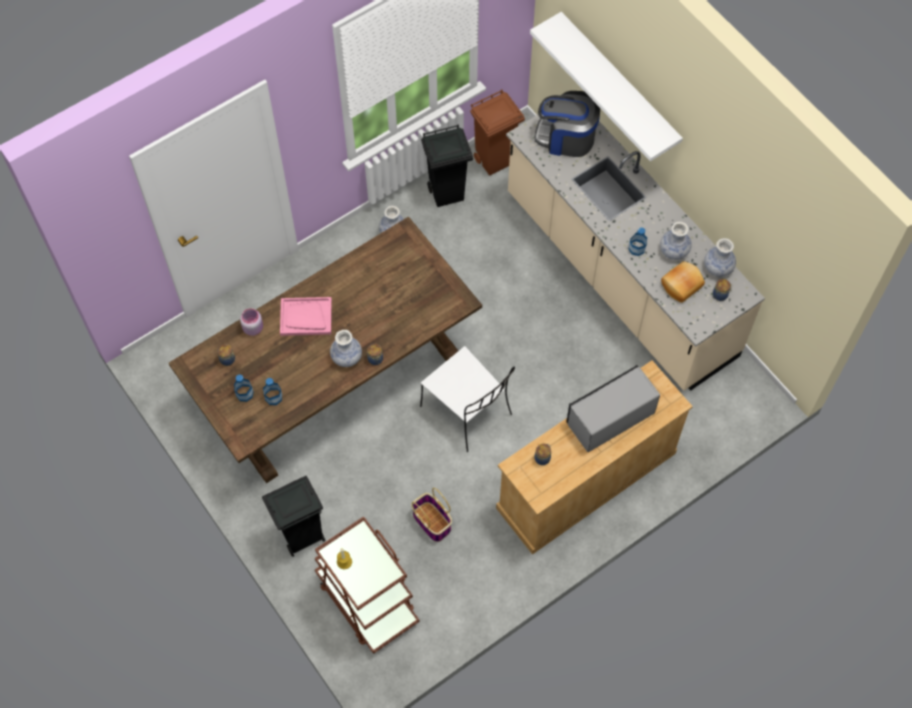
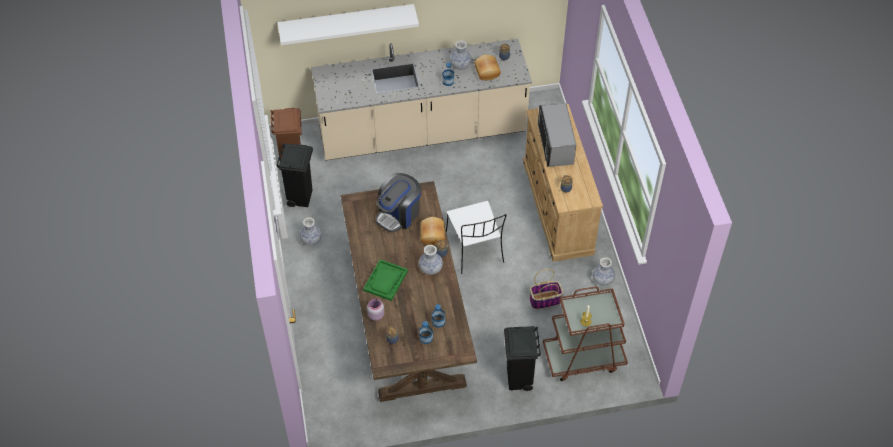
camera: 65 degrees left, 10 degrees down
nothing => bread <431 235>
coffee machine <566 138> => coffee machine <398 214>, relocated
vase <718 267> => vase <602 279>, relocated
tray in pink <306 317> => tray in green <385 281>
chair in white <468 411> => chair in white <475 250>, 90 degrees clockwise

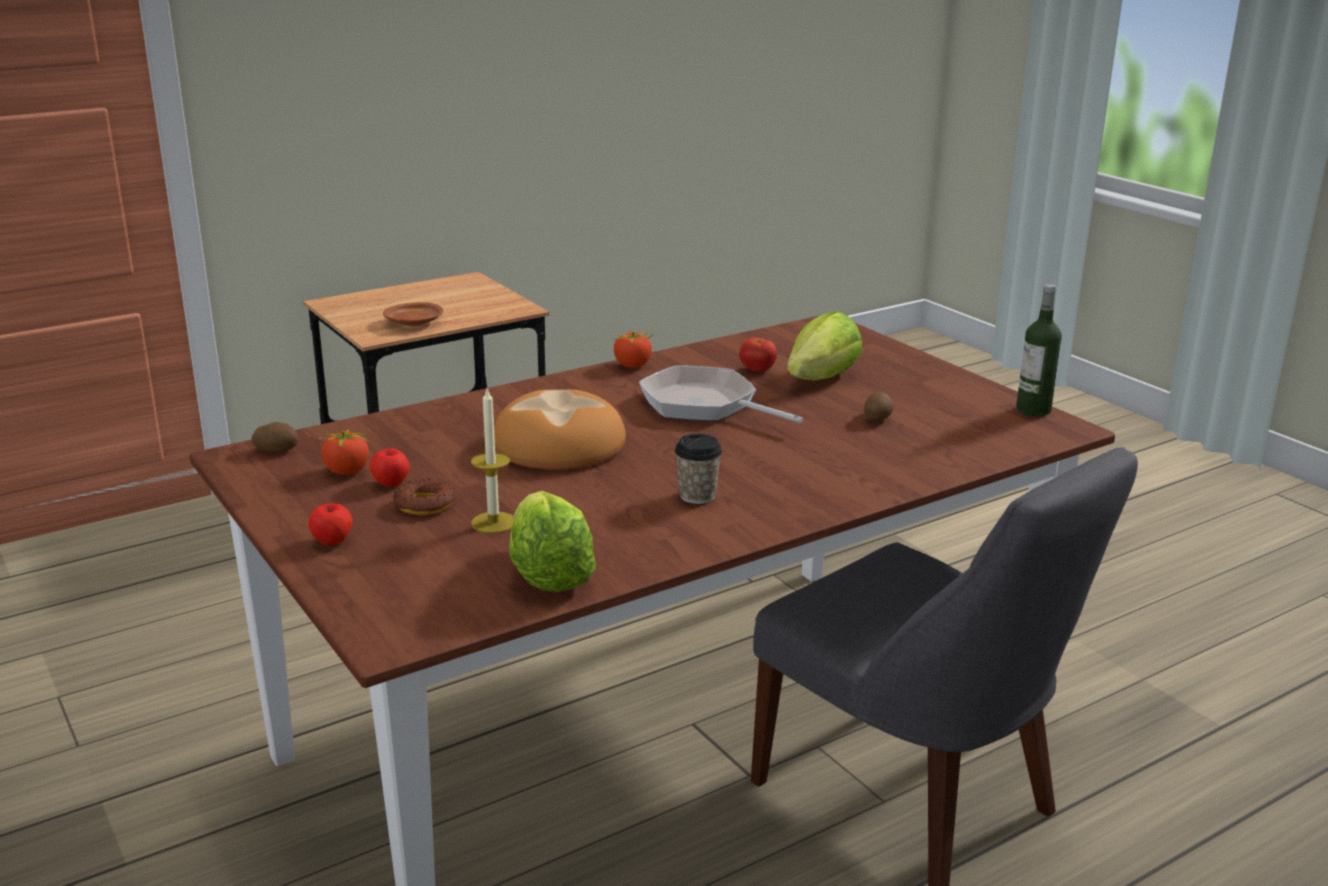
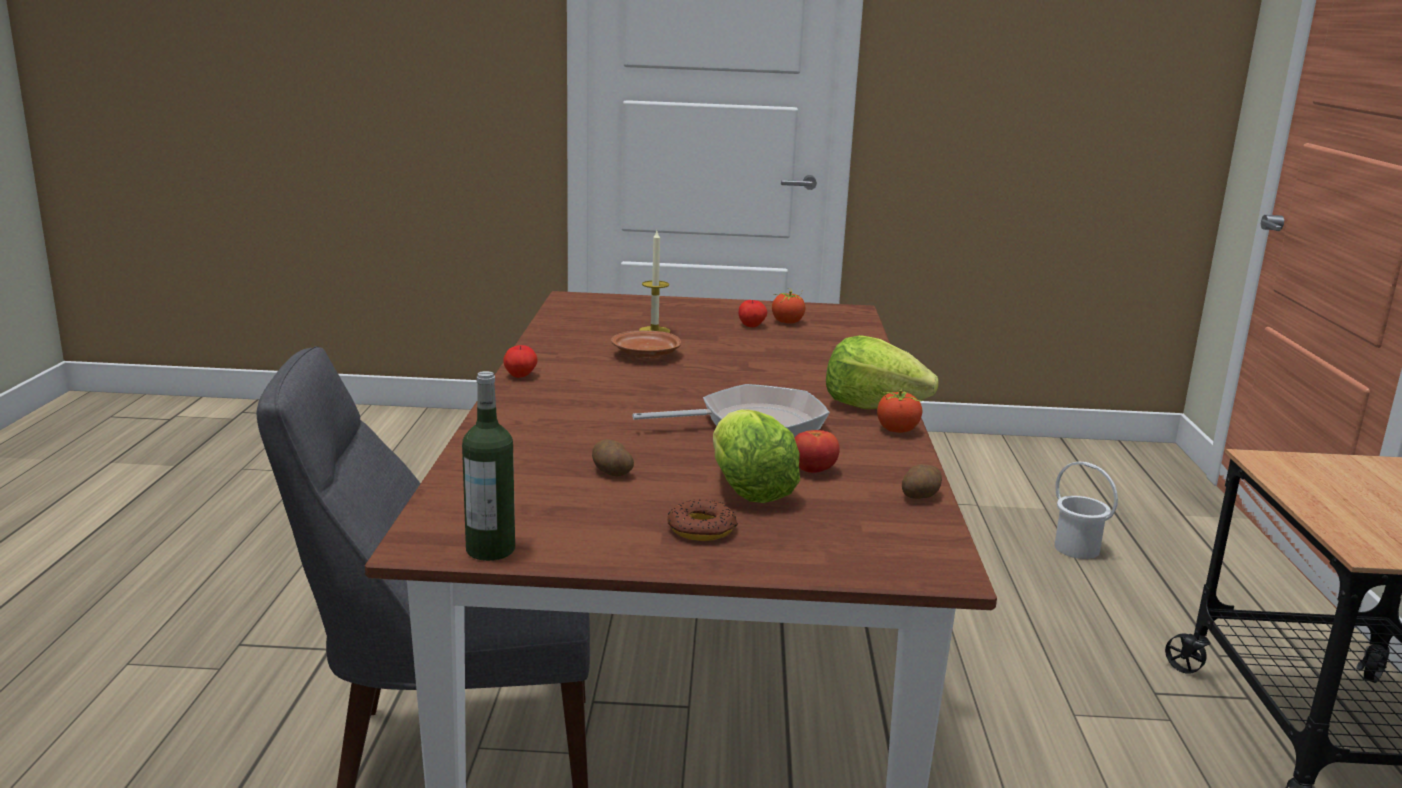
camera: 125 degrees right, 5 degrees down
bread <559 445> => nothing
cup <697 496> => nothing
nothing => bucket in white <1077 548>
potato <277 449> => potato <921 496>, relocated
apple <332 541> => apple <520 376>, relocated
plate in brown <415 323> => plate in brown <645 355>, relocated
donut <424 504> => donut <701 529>, relocated
lettuce <548 574> => lettuce <873 405>, relocated

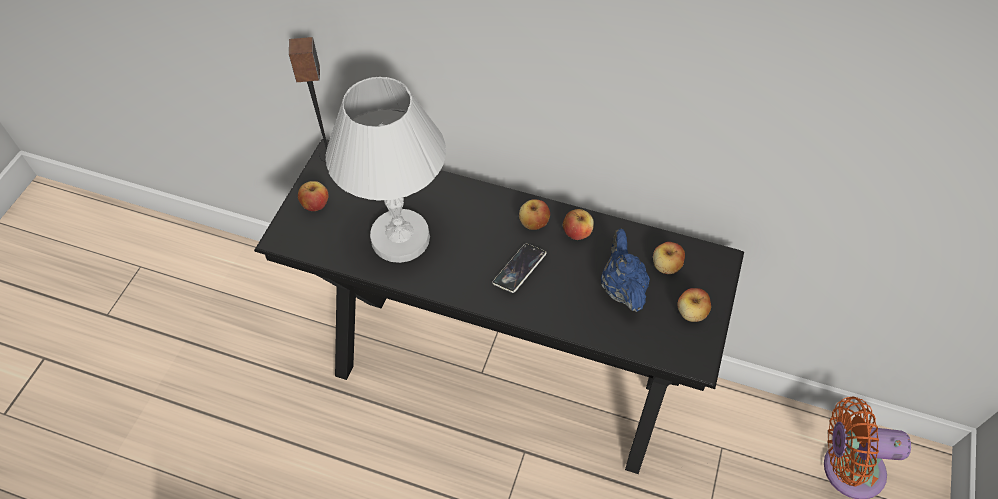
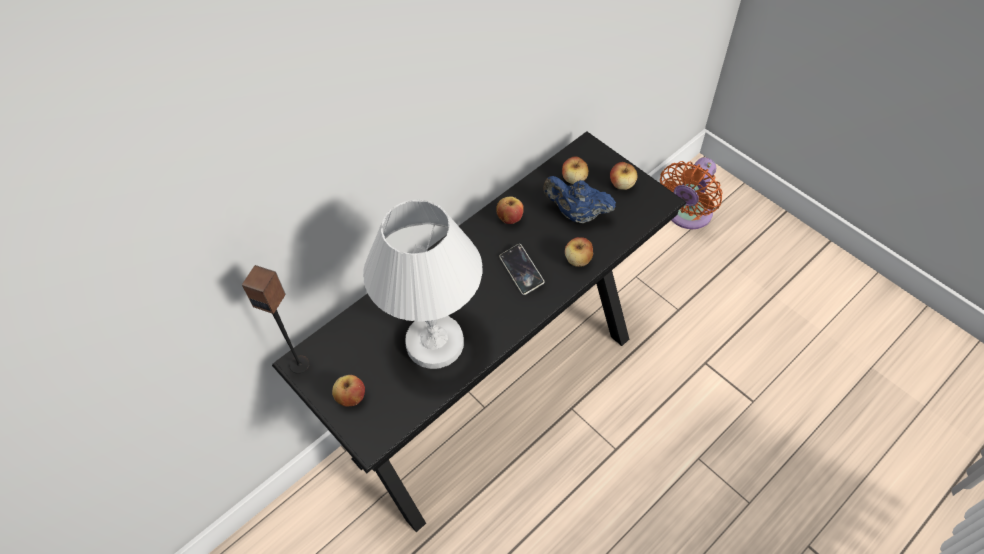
camera: 60 degrees left, 0 degrees up
apple <534 223> => apple <578 260>, relocated

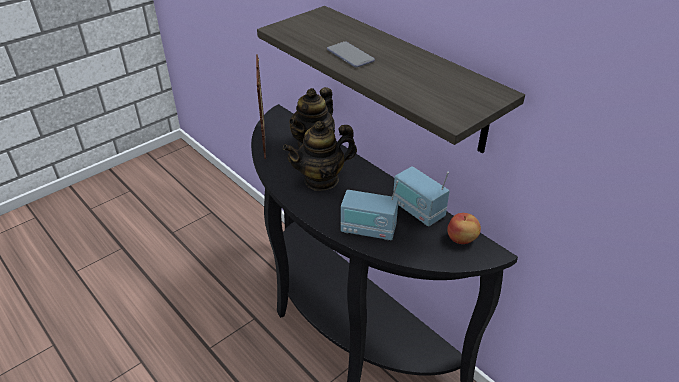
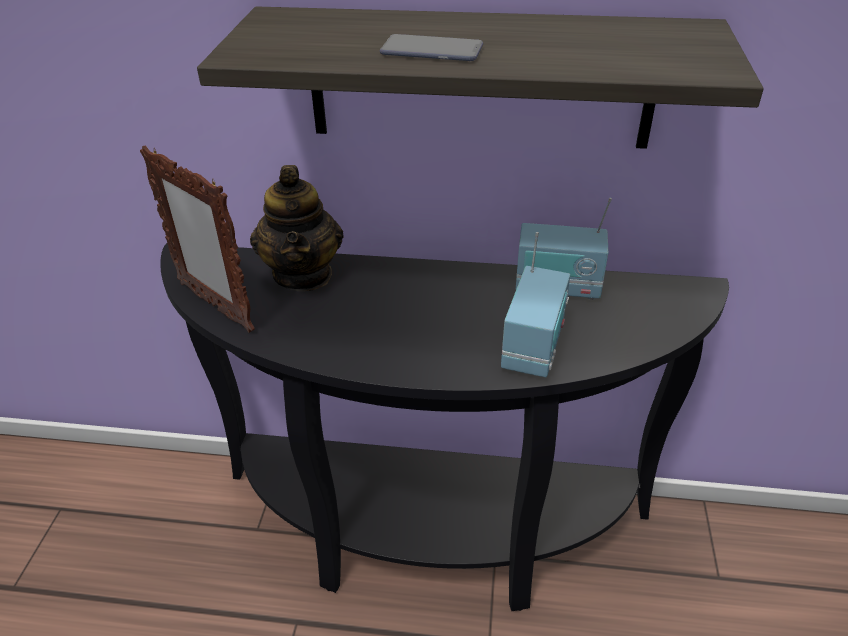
camera: 40 degrees left, 0 degrees up
teapot <321 179> => nothing
apple <462 239> => nothing
radio <368 230> => radio <534 347>, 45 degrees counterclockwise

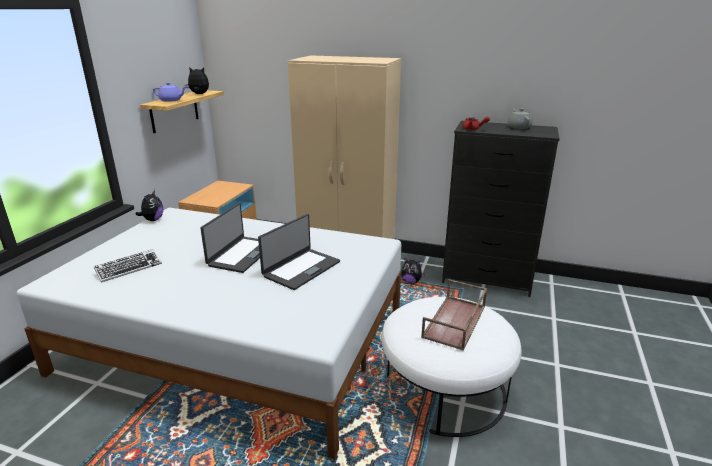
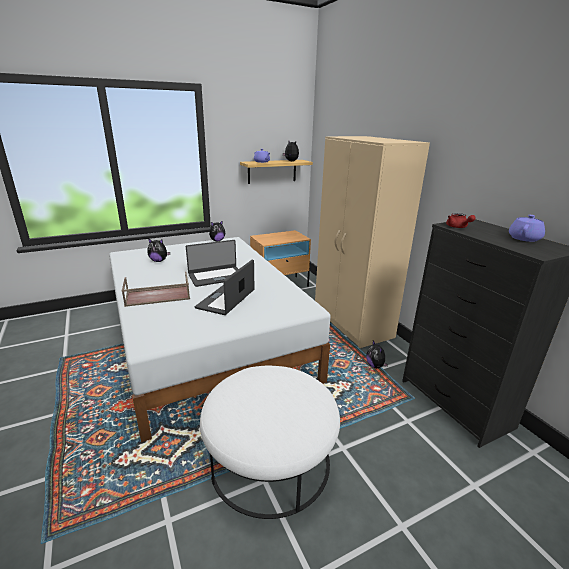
camera: 45 degrees right, 0 degrees up
tray in brown <455 322> => tray in brown <157 296>, relocated
keyboard <129 268> => plush toy <159 261>
teapot in grey <519 127> => teapot in purple <524 238>
laptop <301 269> => laptop <226 299>, 120 degrees clockwise

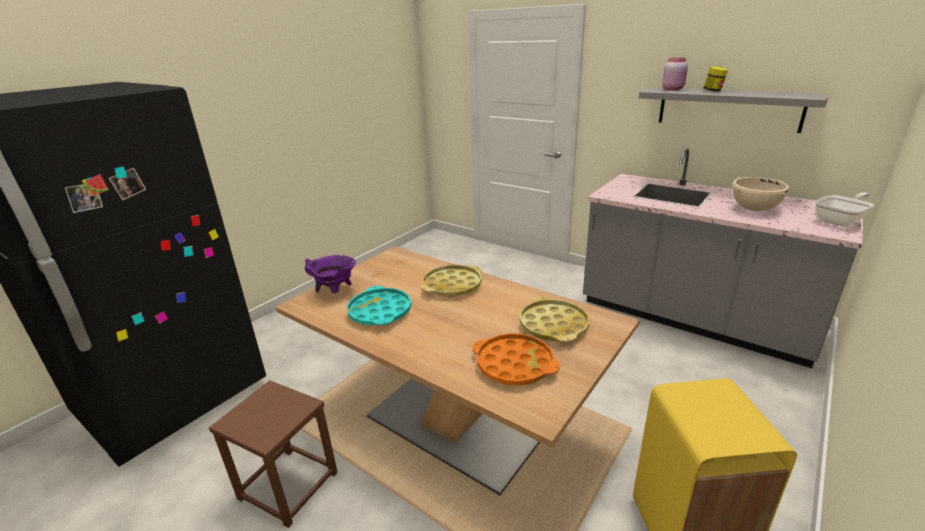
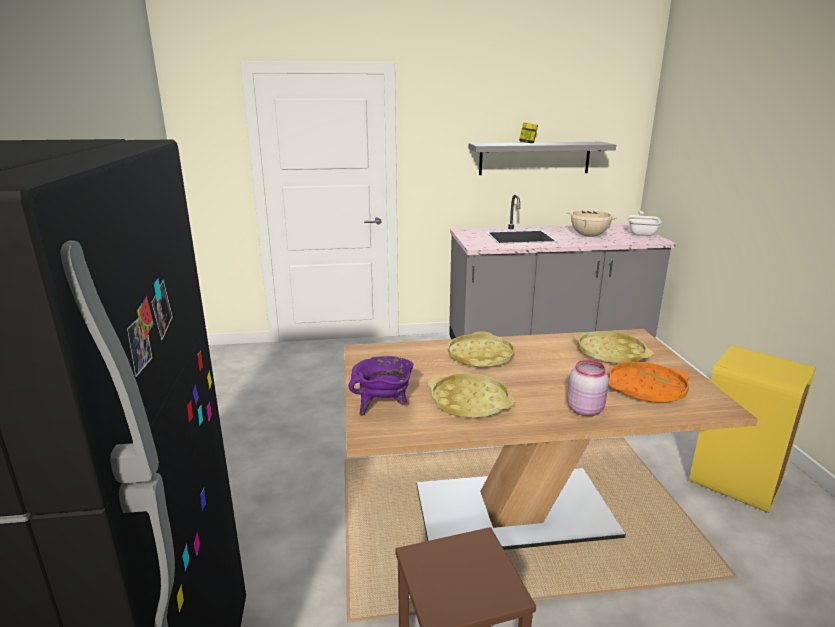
camera: 45 degrees left, 5 degrees down
jar in pink <673 89> => jar in pink <585 409>, relocated
tray in turquoise <380 312> => tray in yellow <469 402>

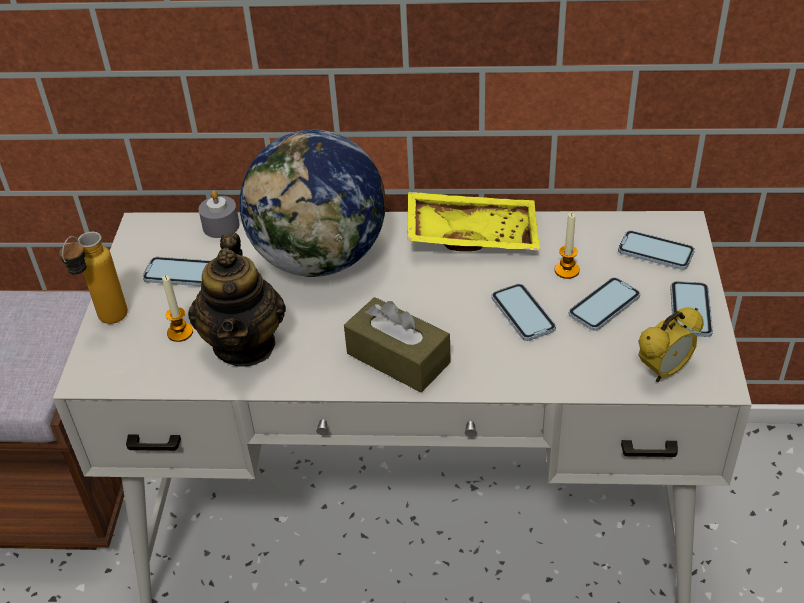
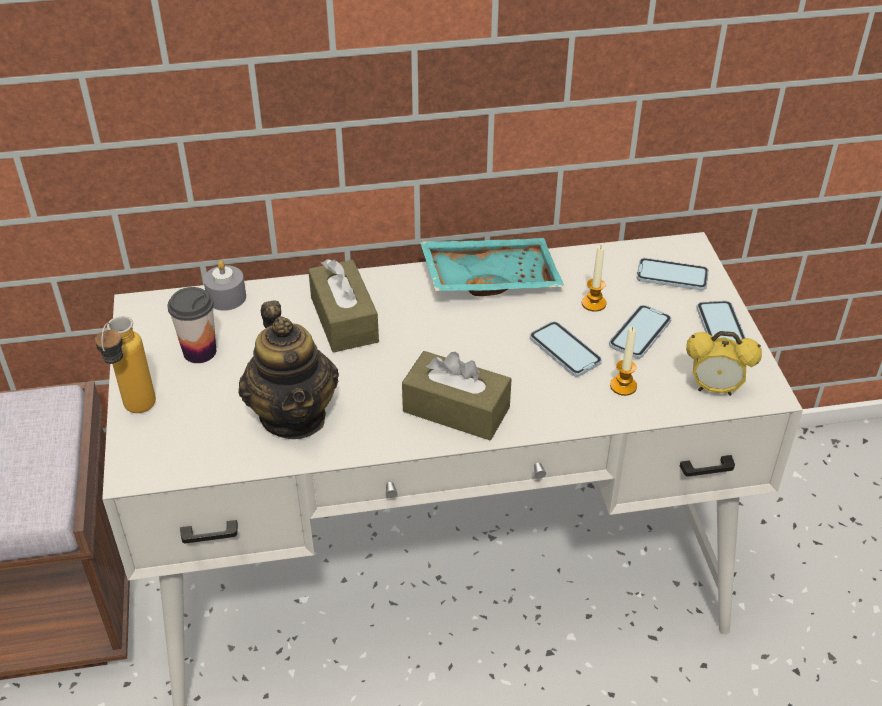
camera: 15 degrees left, 0 degrees up
candle <180 332> => candle <623 386>, relocated
phone <181 274> => cup <199 352>
globe <321 259> => tissue box in brown <344 319>
tray in yellow <472 234> => tray in turquoise <490 277>
alarm clock <664 371> => alarm clock <714 389>, 60 degrees clockwise

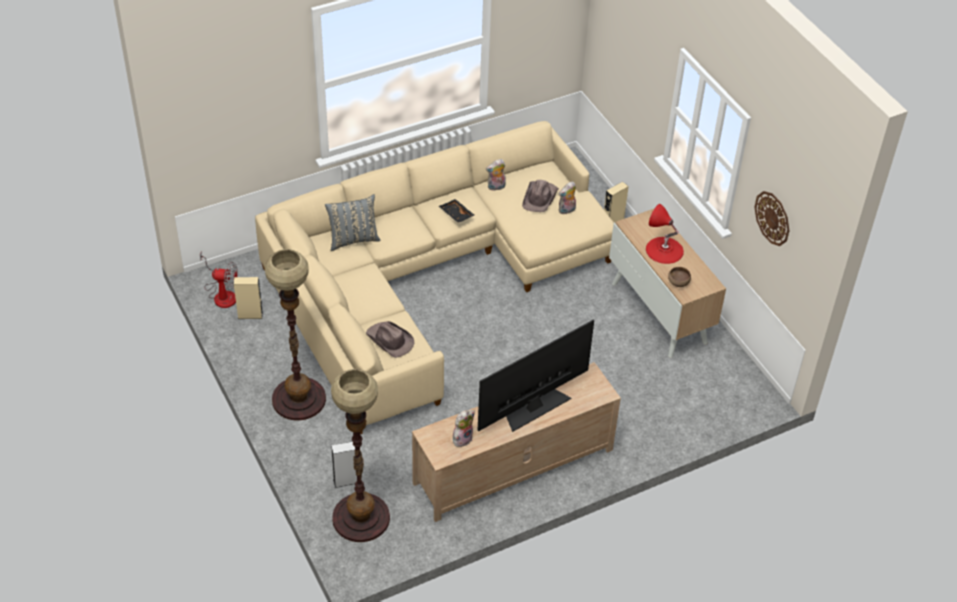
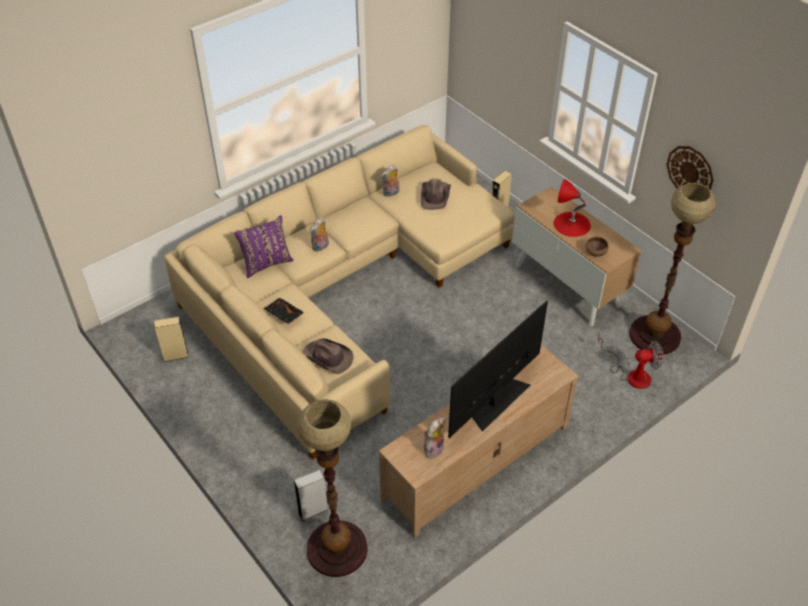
camera: 10 degrees left, 0 degrees up
fan <222 294> => fan <631 374>, relocated
floor lamp <299 399> => floor lamp <655 335>, relocated
tray in black <456 215> => tray in black <283 314>, relocated
plush toy <567 210> => plush toy <320 247>, relocated
pillow in grey <353 239> => pillow in purple <266 263>

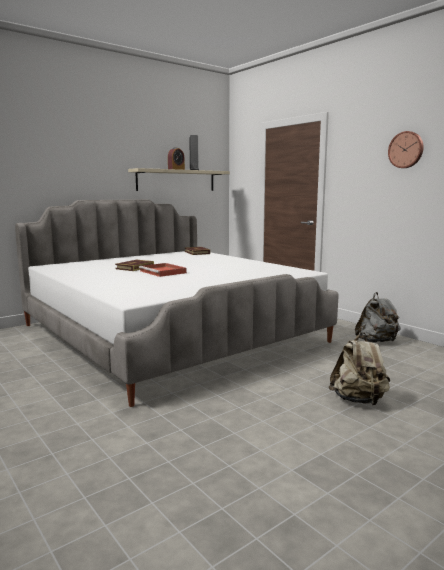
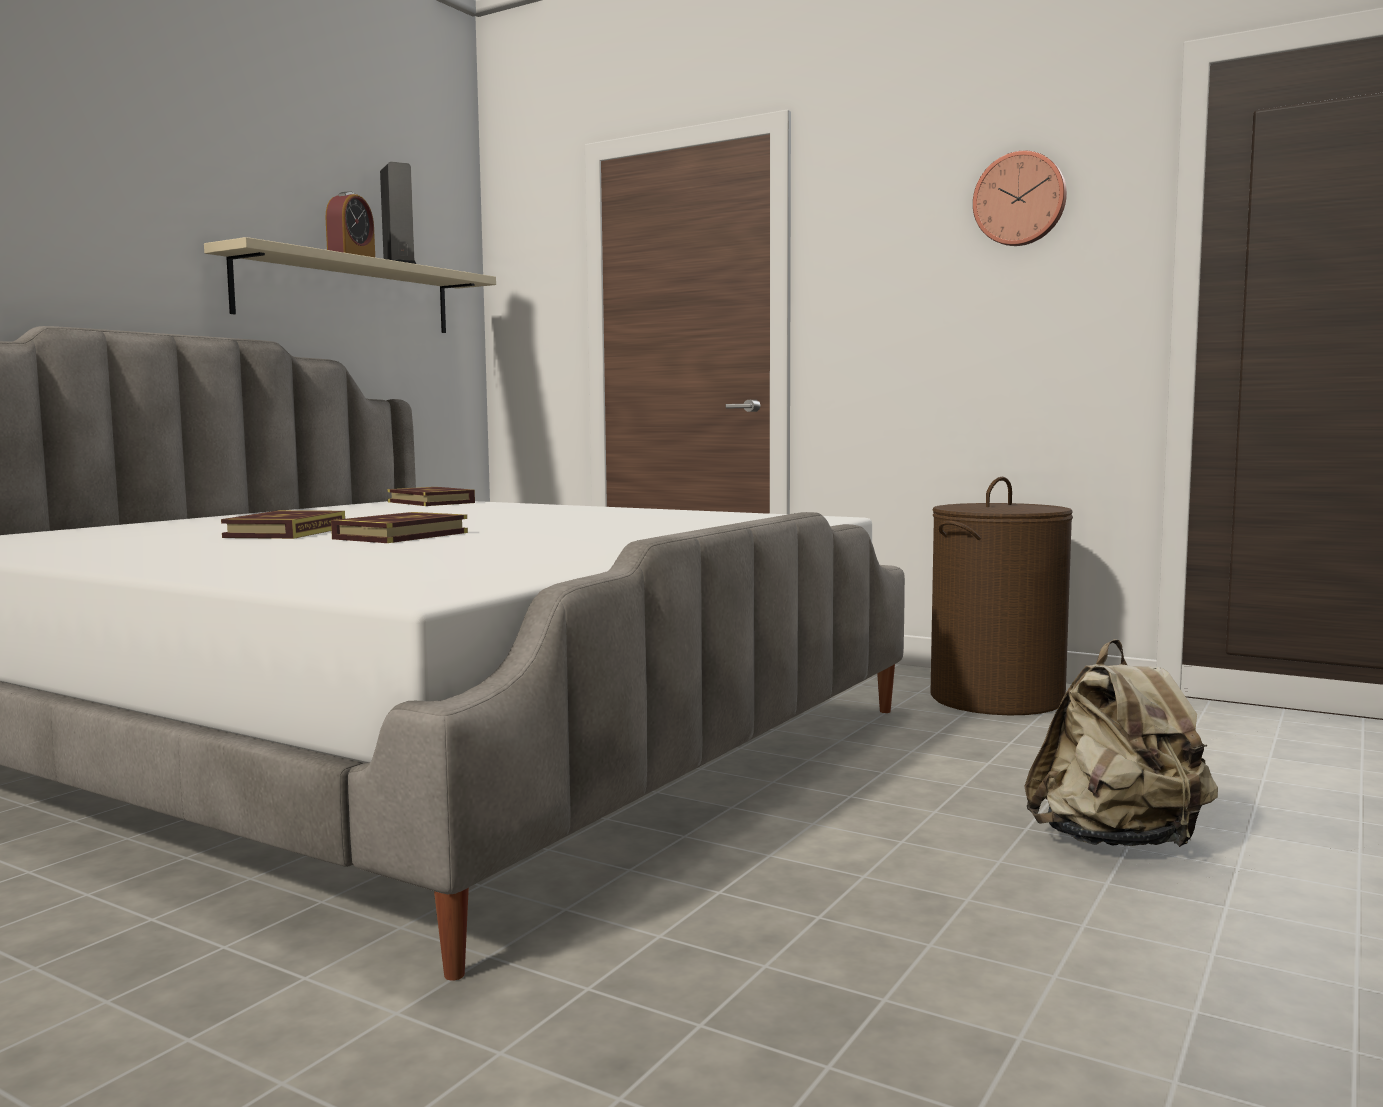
camera: 20 degrees left, 5 degrees down
tray in red <163 272> => book <401 536>
backpack in grey <376 341> => laundry basket in brown <996 698>

